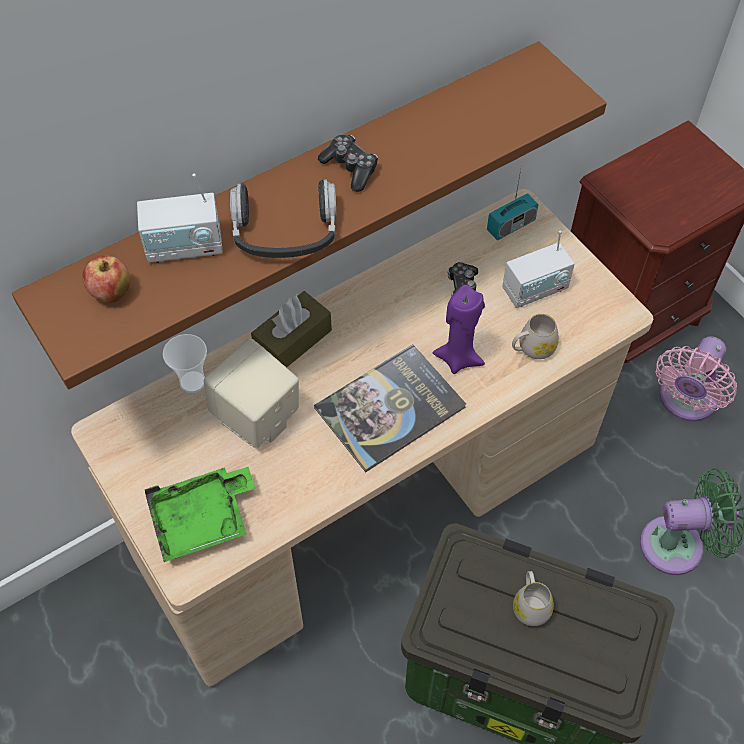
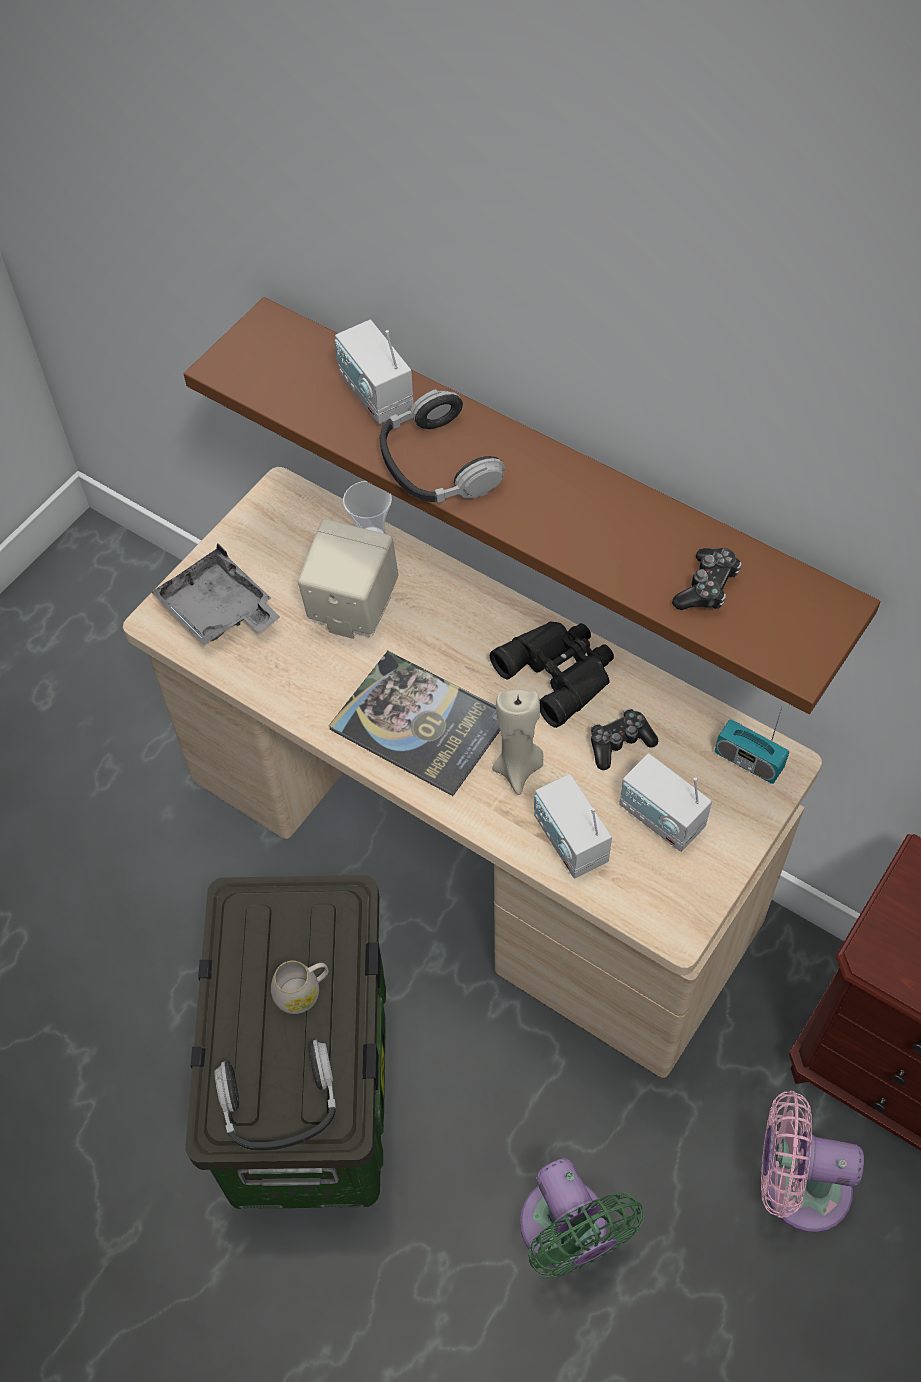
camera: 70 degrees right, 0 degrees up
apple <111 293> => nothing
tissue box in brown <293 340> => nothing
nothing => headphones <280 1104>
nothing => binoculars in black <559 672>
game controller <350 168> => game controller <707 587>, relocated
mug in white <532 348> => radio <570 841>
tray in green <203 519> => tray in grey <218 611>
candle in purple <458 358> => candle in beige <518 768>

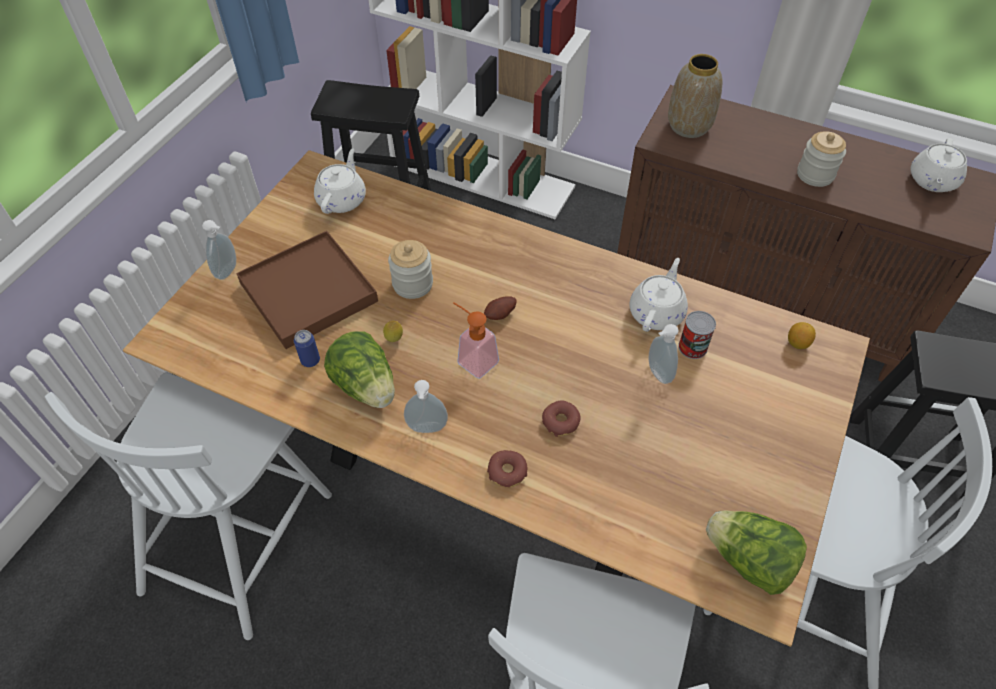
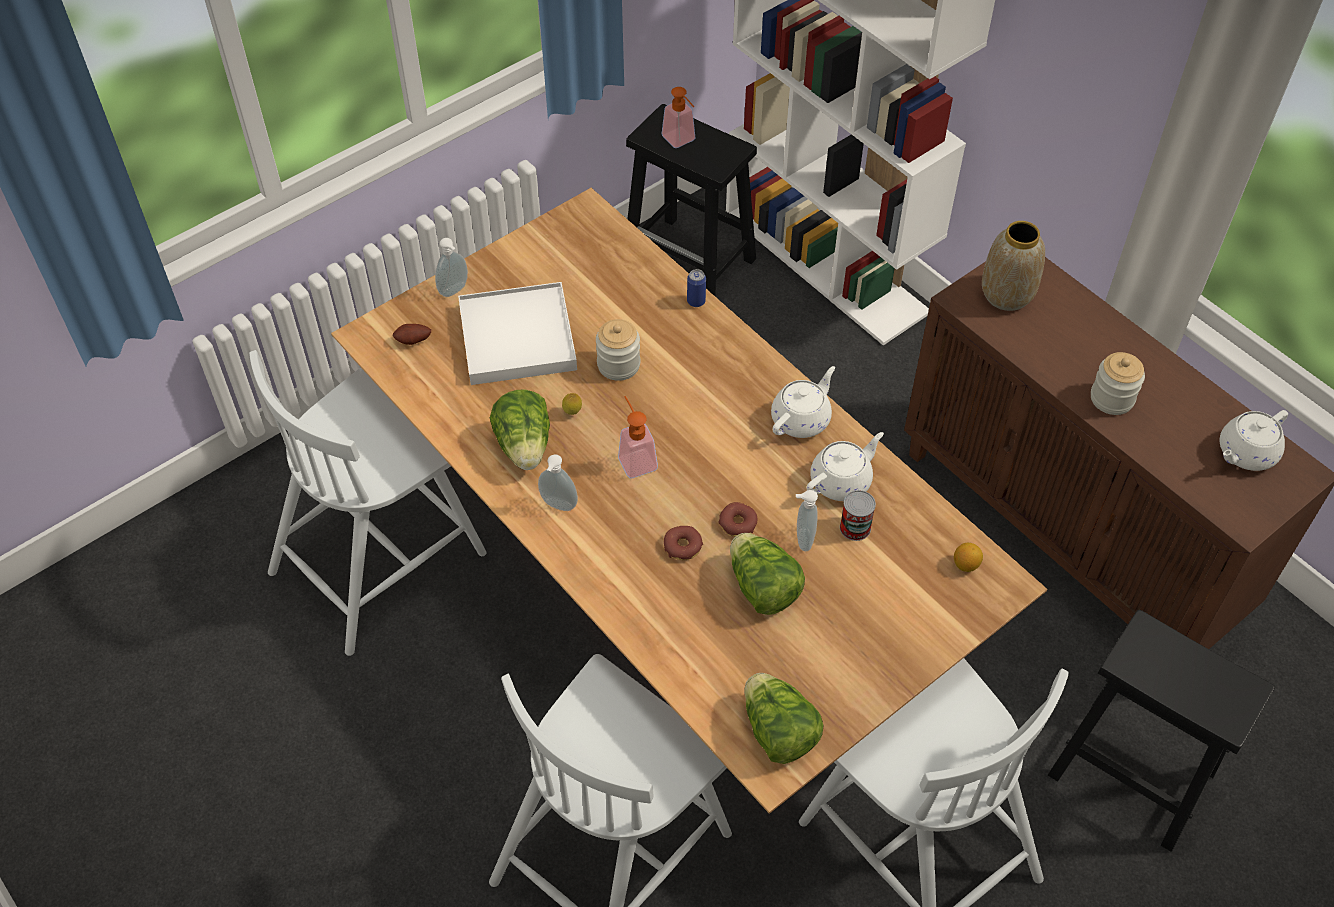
camera: 25 degrees right, 0 degrees up
nothing => soap dispenser <681 141>
nothing => lettuce <762 588>
can <310 360> => can <696 301>, relocated
teapot in white <342 199> => teapot in white <801 419>, relocated
potato <501 315> => potato <413 341>, relocated
donut <507 472> => donut <738 523>, relocated
tray in brown <308 292> => tray in white <517 337>

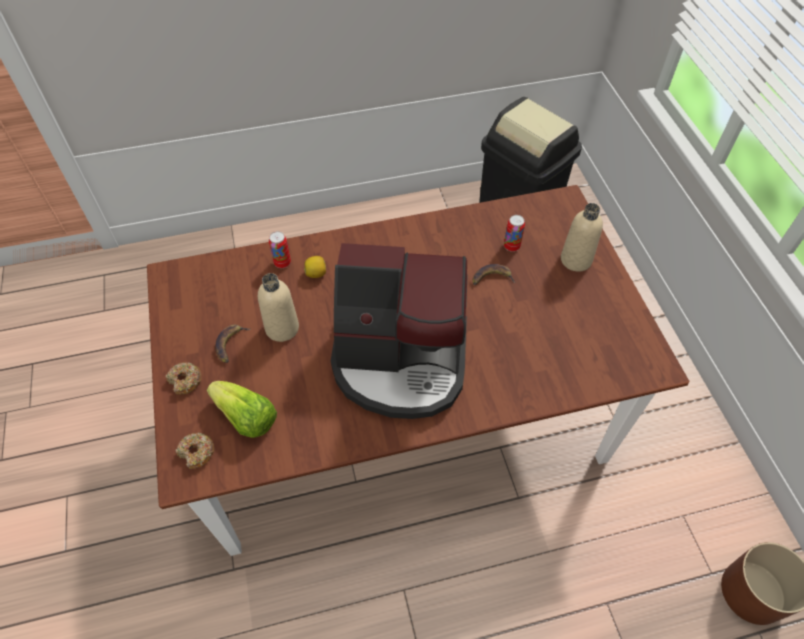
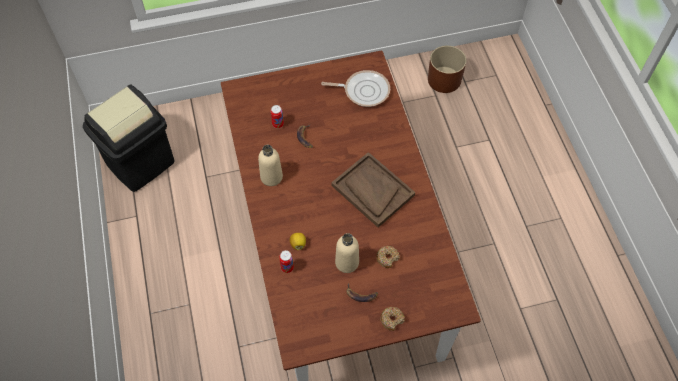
camera: 90 degrees left, 5 degrees up
lettuce <246 417> => nothing
nothing => frying pan <364 90>
donut <197 453> => donut <387 258>, relocated
bottle in beige <576 260> => bottle in beige <271 177>, relocated
coffee machine <400 361> => tray in brown <372 190>

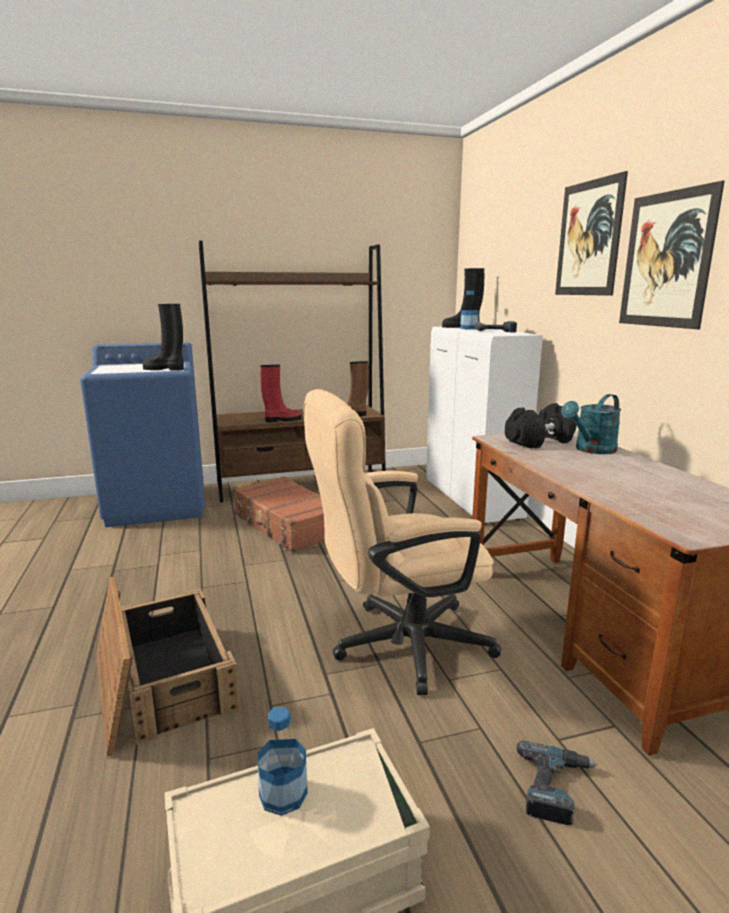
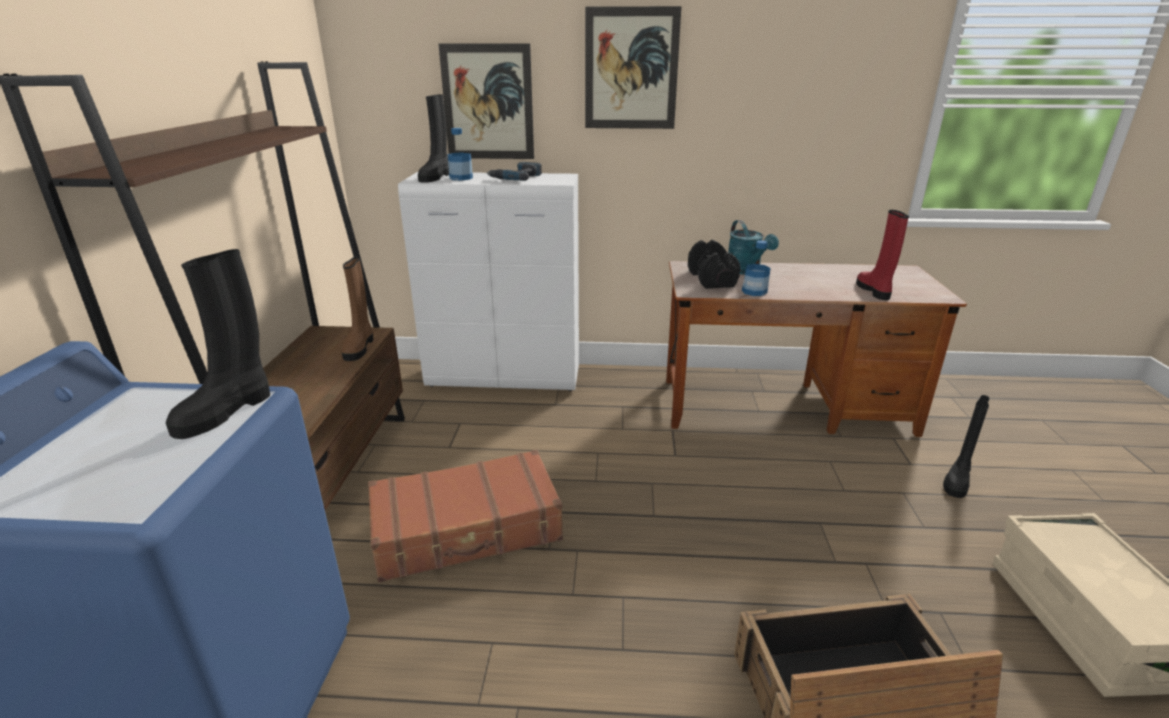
camera: 70 degrees left, 10 degrees up
office chair in beige <398 645> => nothing
bottle <283 794> => bottle <754 291>, relocated
boot in red <282 420> => boot in red <874 291>, relocated
picture <666 260> => picture <488 103>, relocated
power drill <556 788> => boot in black <957 480>

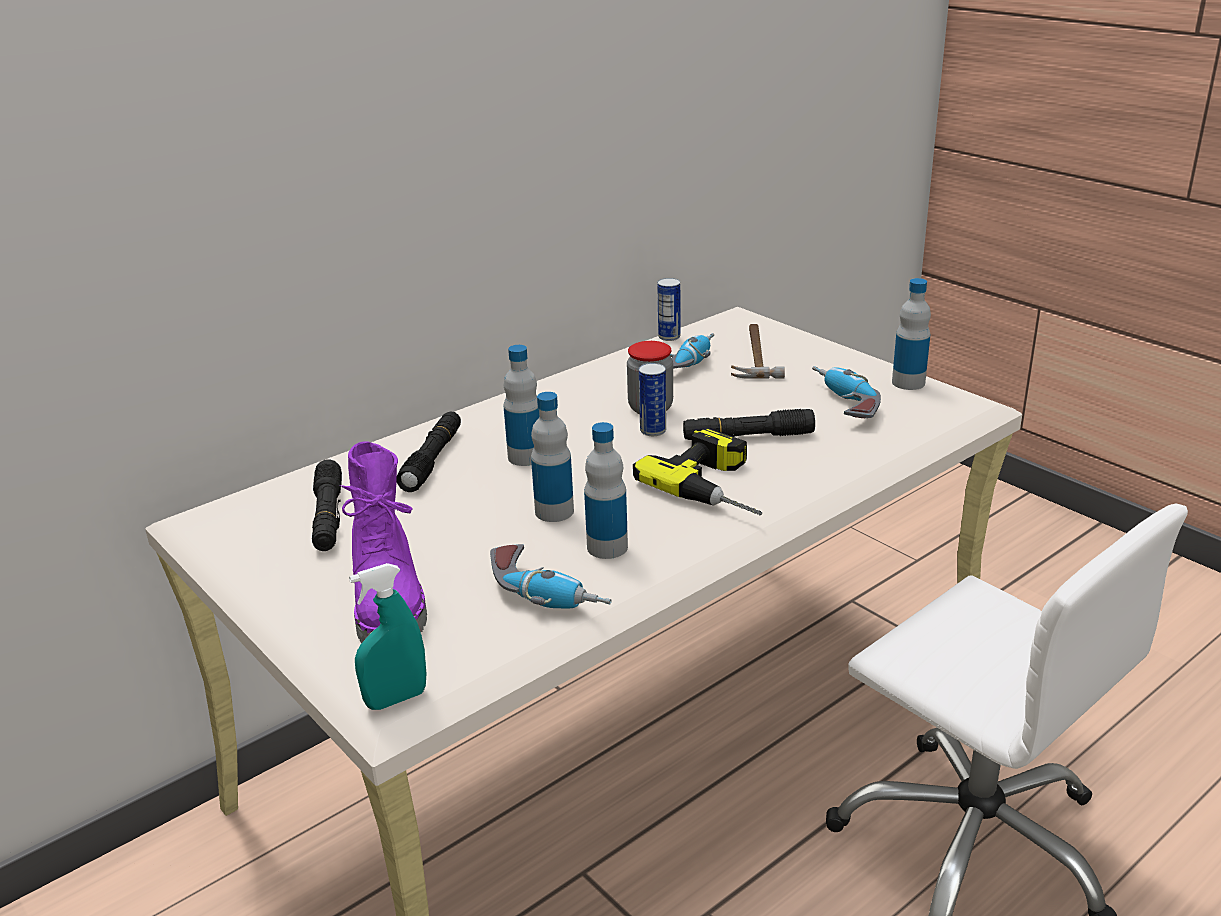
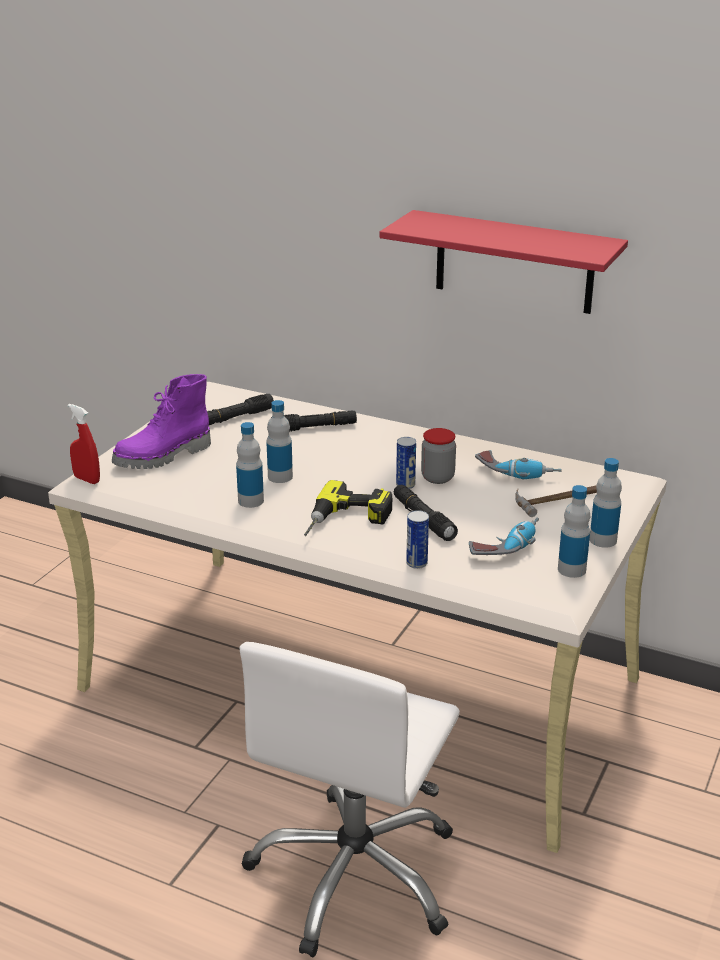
camera: 65 degrees right, 0 degrees up
power drill <548 593> => nothing
nothing => shelf in red <514 262>
bottle <525 457> => bottle <603 540>, relocated
can <669 337> => can <416 563>, relocated
spray bottle in turquoise <396 699> => spray bottle in red <87 479>

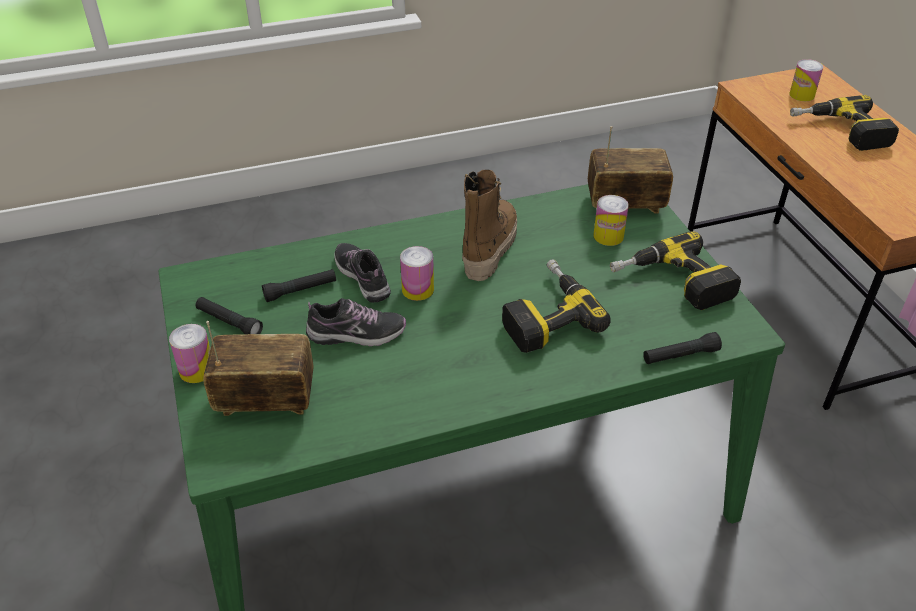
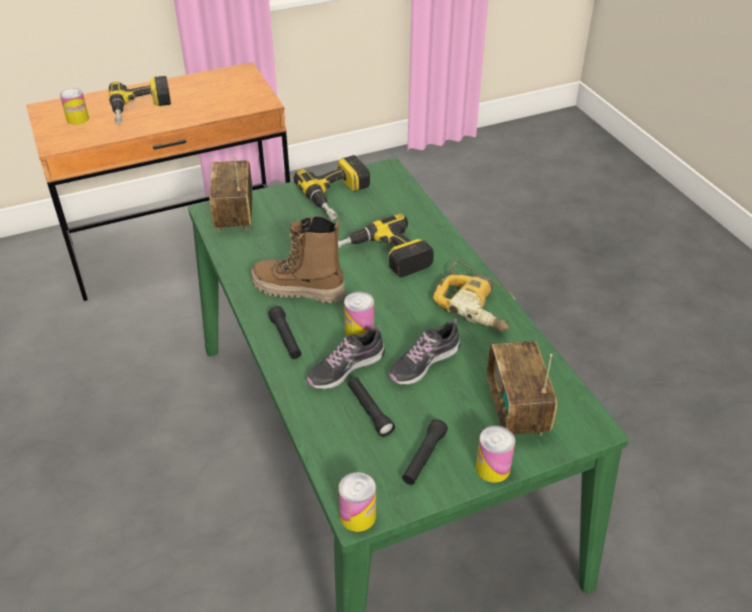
camera: 95 degrees left, 0 degrees up
nothing => power drill <477 305>
can <608 236> => can <357 516>, relocated
flashlight in black <680 356> => flashlight in black <286 338>, relocated
shoe <356 334> => shoe <423 363>, 120 degrees counterclockwise

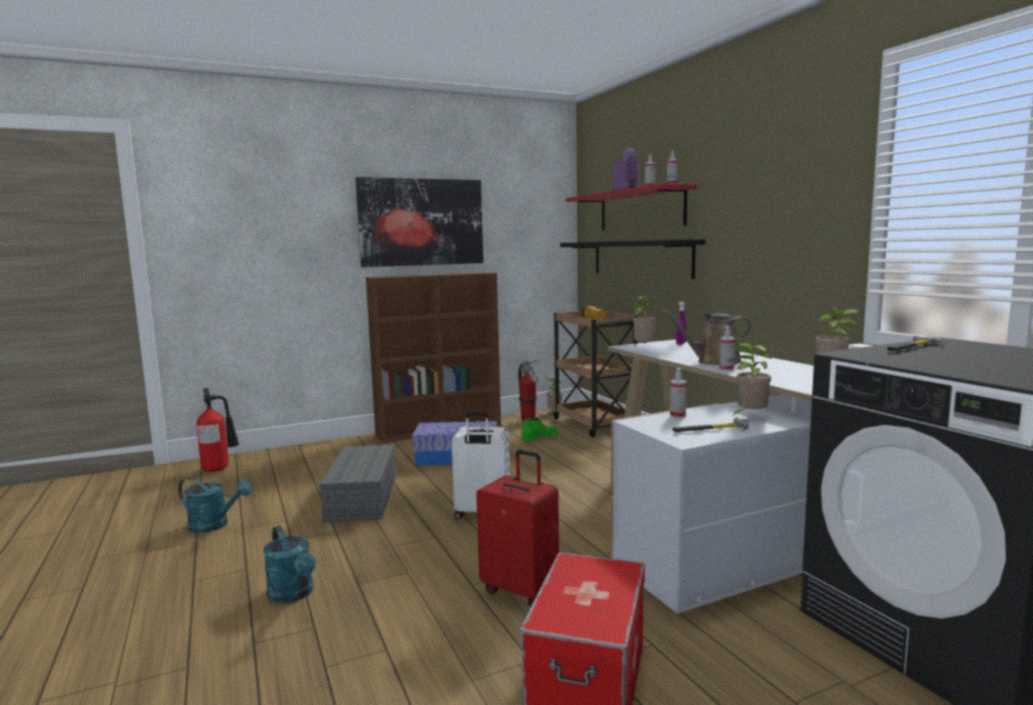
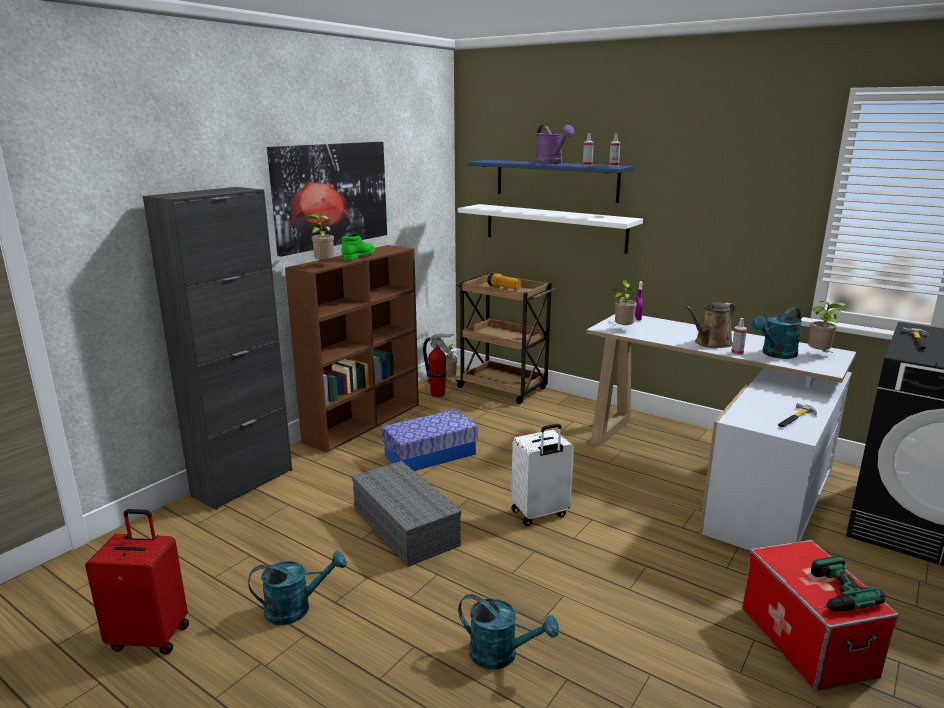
camera: 30 degrees left, 10 degrees up
fire extinguisher <219 468> => nothing
spray bottle <677 415> => nothing
nothing => cabinet in black <243 483>
nothing => watering can in turquoise <775 354>
nothing => power drill <828 592>
suitcase in red <521 590> => suitcase in red <150 636>, relocated
boot in green <539 437> => boot in green <358 256>, relocated
potted plant <749 416> => potted plant <323 265>, relocated
shelf in black <640 258> => shelf in white <554 227>
shelf in red <640 210> => shelf in blue <556 180>

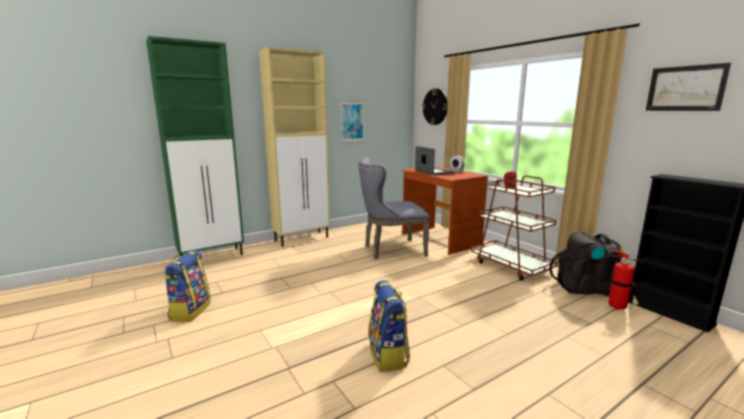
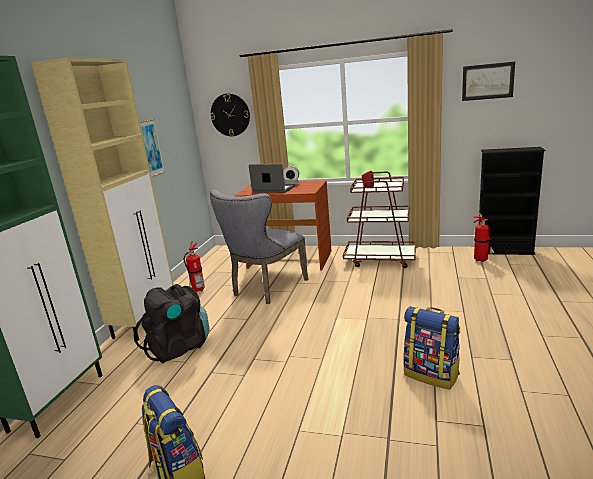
camera: 40 degrees left, 5 degrees up
nothing => fire extinguisher <197 291>
backpack in black <585 288> => backpack in black <179 347>, relocated

